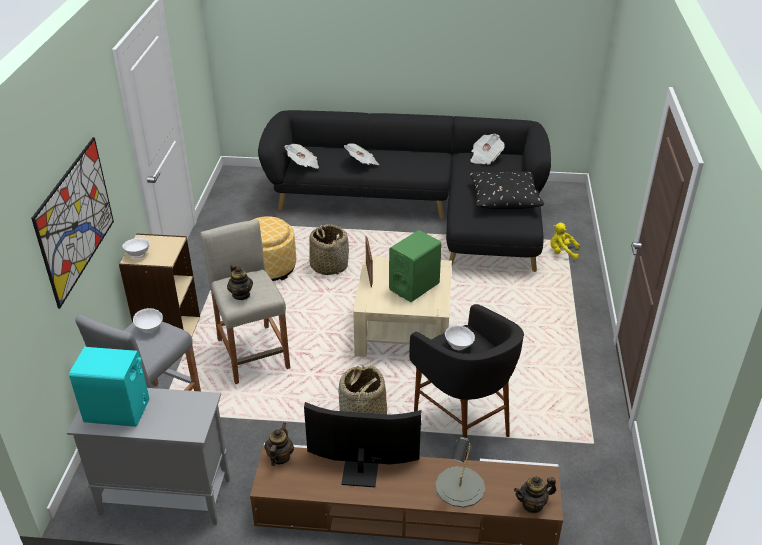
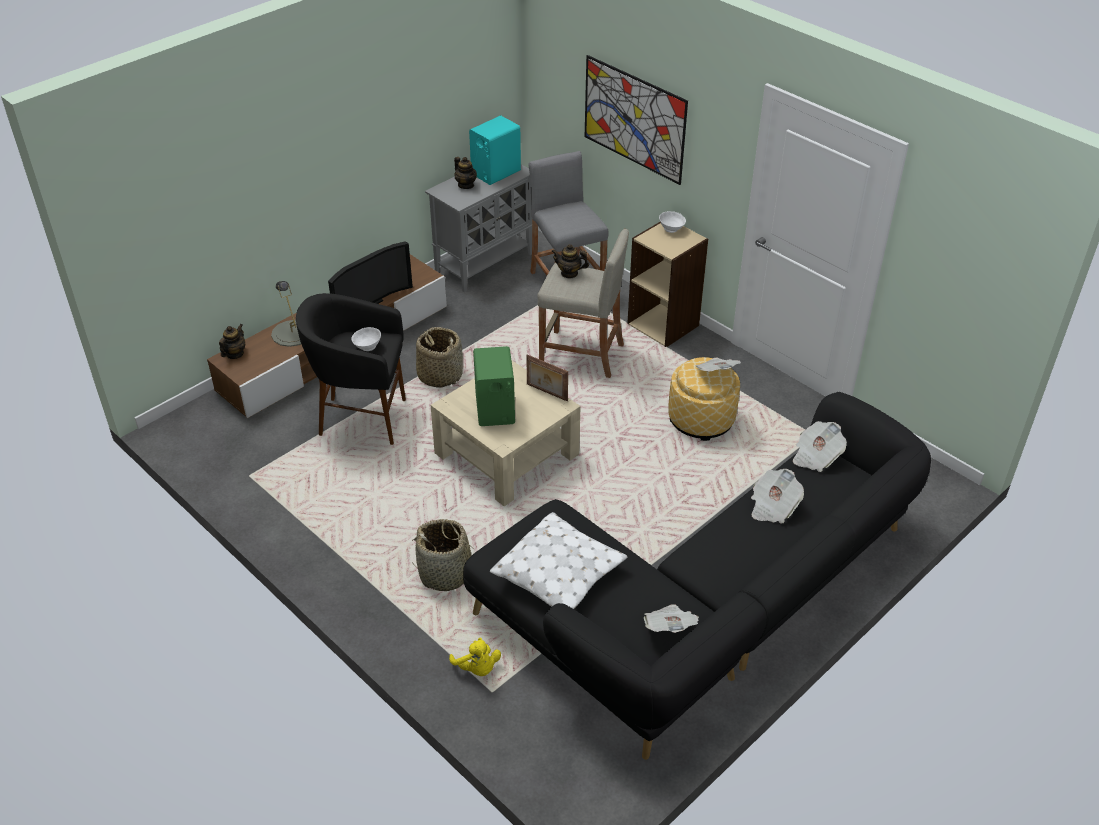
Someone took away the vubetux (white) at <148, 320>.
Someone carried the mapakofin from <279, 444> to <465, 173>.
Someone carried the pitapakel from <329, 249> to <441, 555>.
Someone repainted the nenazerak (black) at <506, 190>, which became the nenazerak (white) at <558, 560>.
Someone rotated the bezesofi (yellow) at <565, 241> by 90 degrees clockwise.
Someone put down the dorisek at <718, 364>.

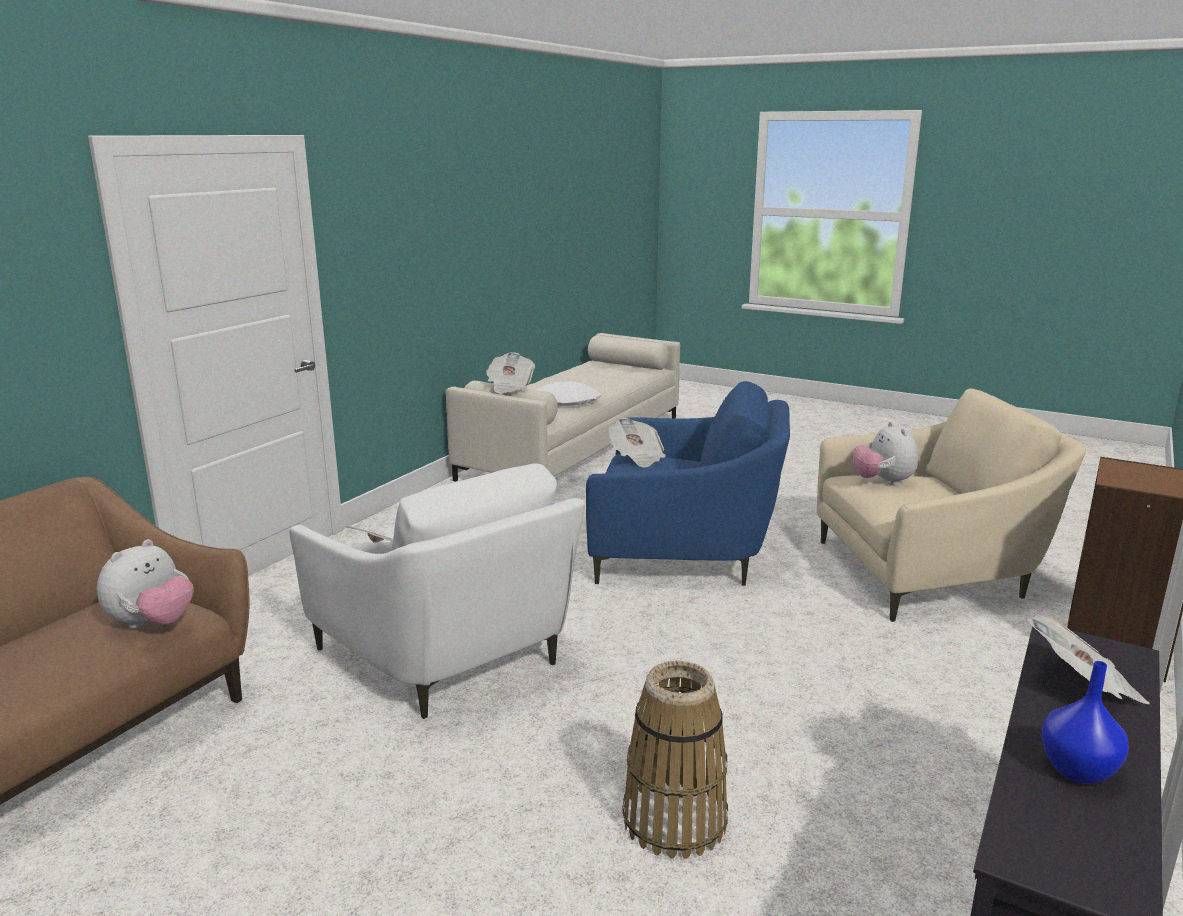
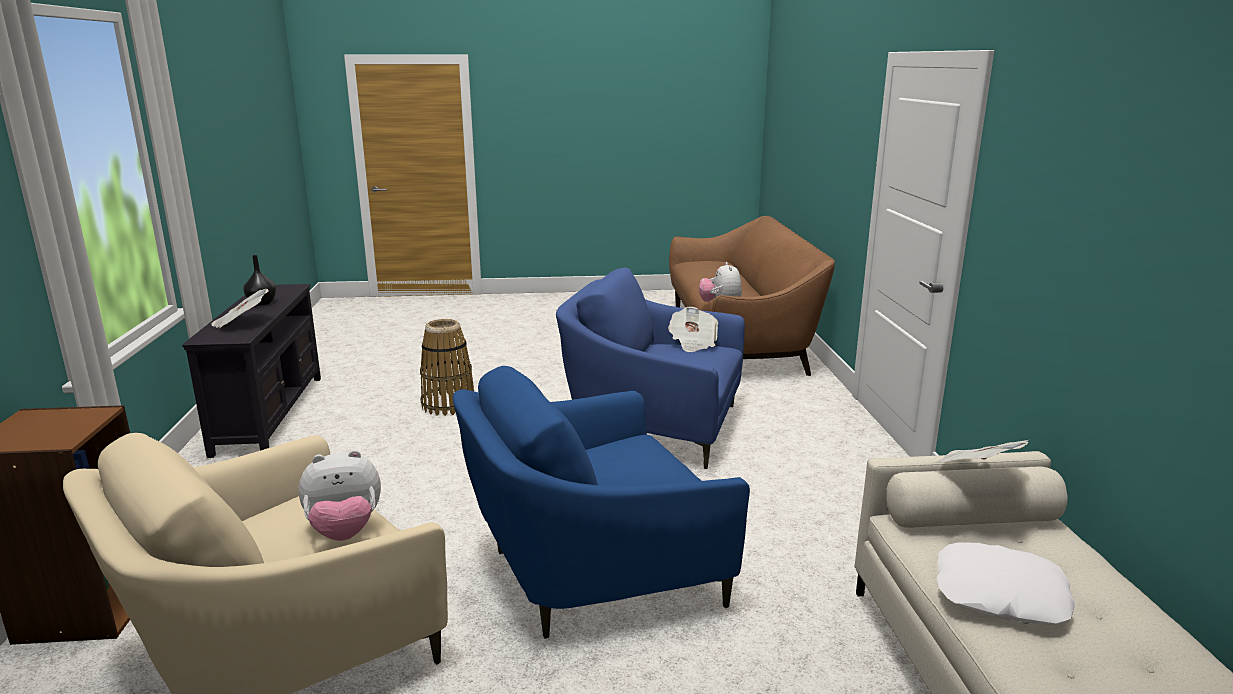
Someone repainted the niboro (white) at <437, 591>, which became the niboro (blue) at <650, 368>.
Someone took away the dorisek at <637, 443>.
Someone rotated the bezesofi at <885, 454> by 120 degrees clockwise.
Someone repainted the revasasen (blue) at <1085, 722>, which became the revasasen (black) at <259, 280>.

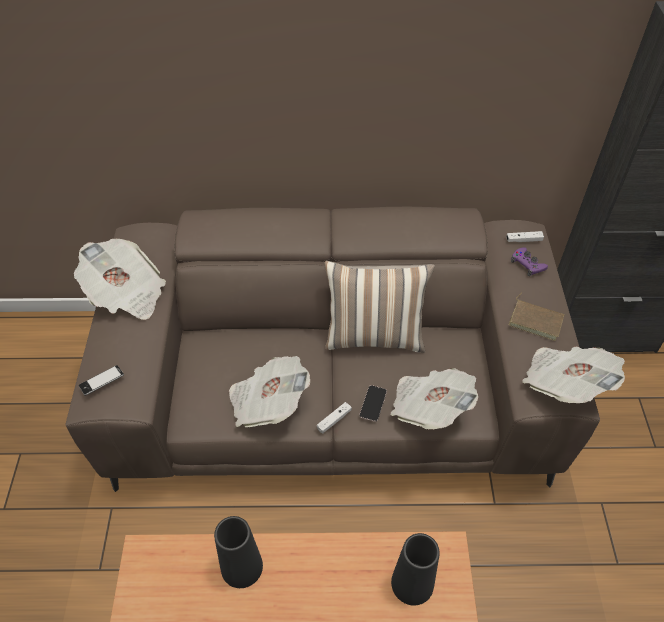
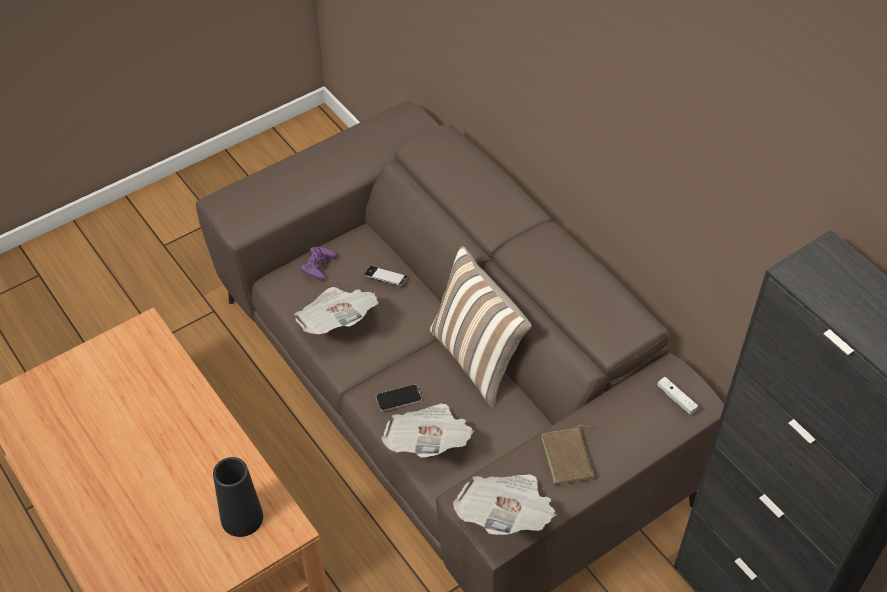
Someone took away the dorisek at <120, 279>.
Someone carried the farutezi from <101, 380> to <385, 276>.
Someone took away the revasasen (black) at <238, 552>.
Someone took away the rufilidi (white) at <334, 418>.
Someone carried the rufilidi (purple) from <529, 261> to <318, 264>.

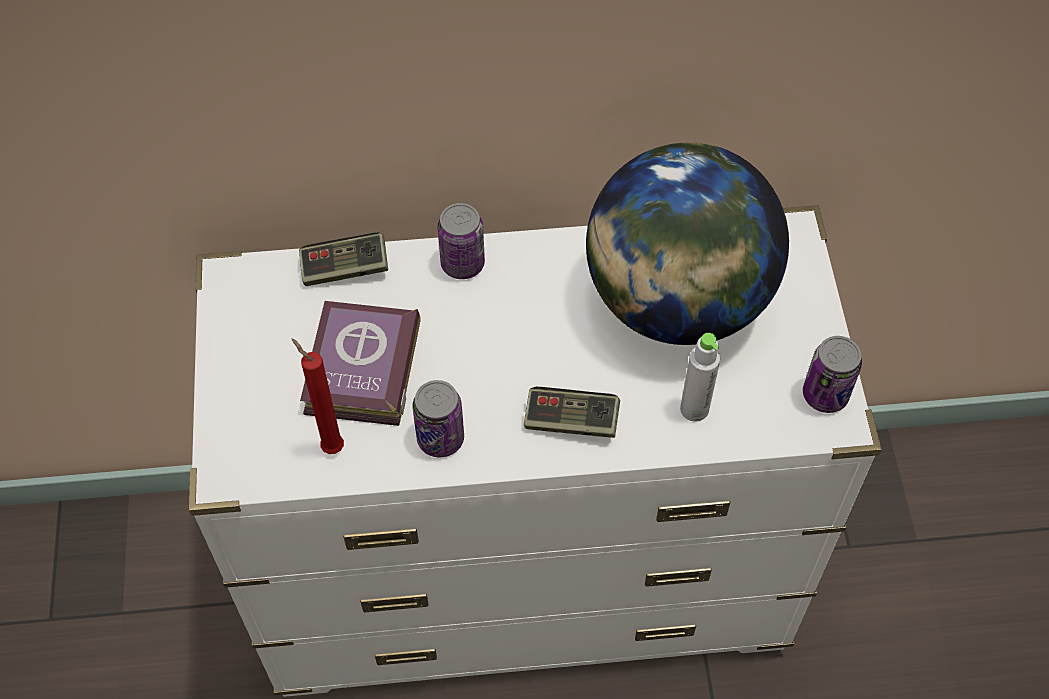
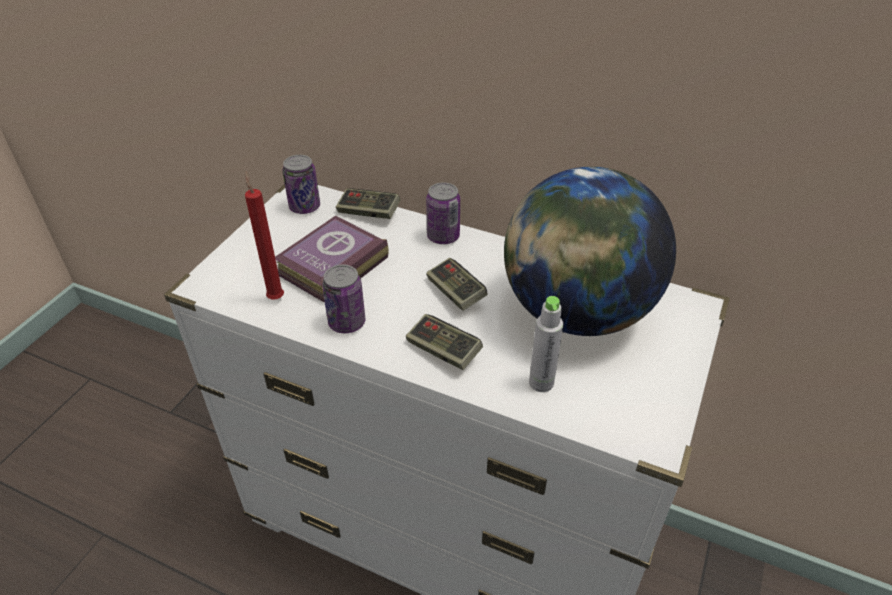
Someone carried the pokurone from <832, 374> to <301, 184>.
Someone put down the rufilidi at <456, 284>.

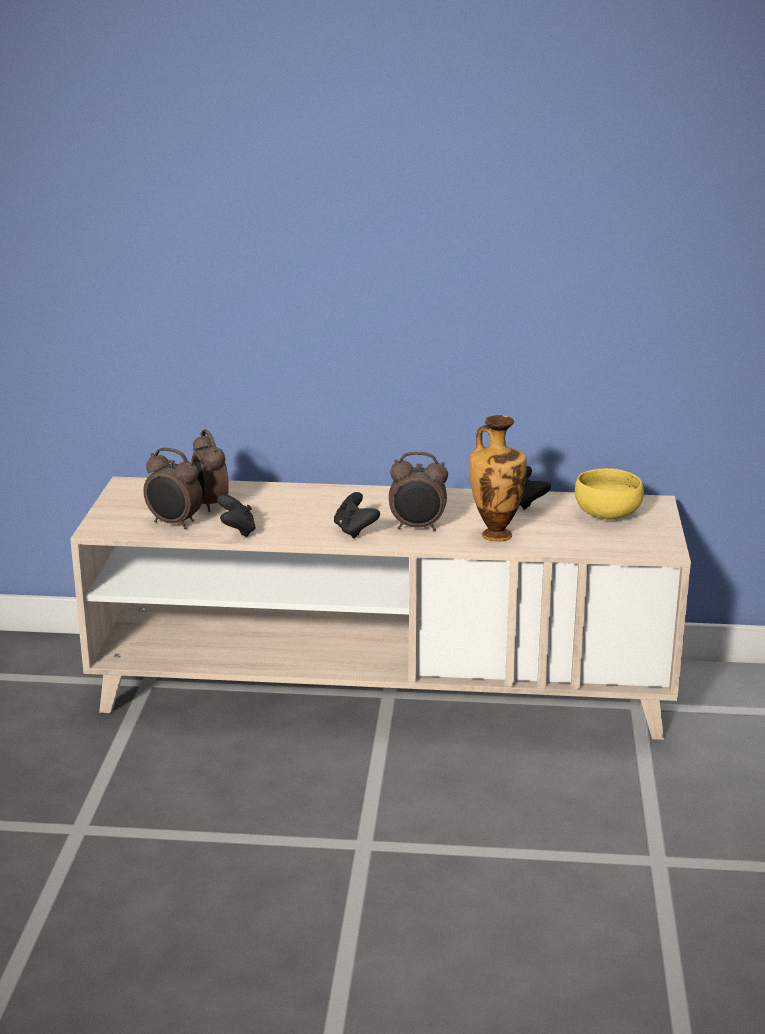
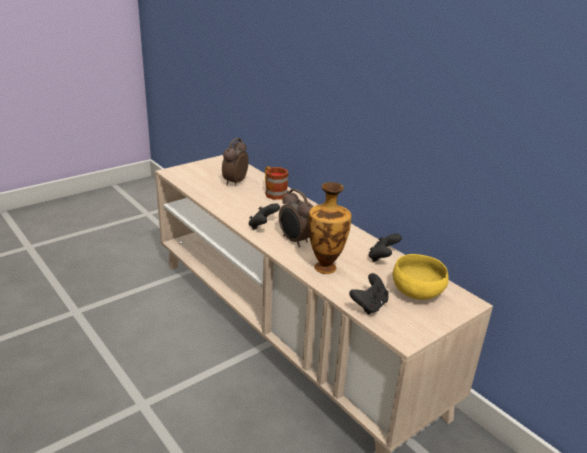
Someone took away the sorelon at <173, 488>.
Someone carried the rufilidi (black) from <236, 515> to <369, 294>.
Someone put down the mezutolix at <276, 183>.

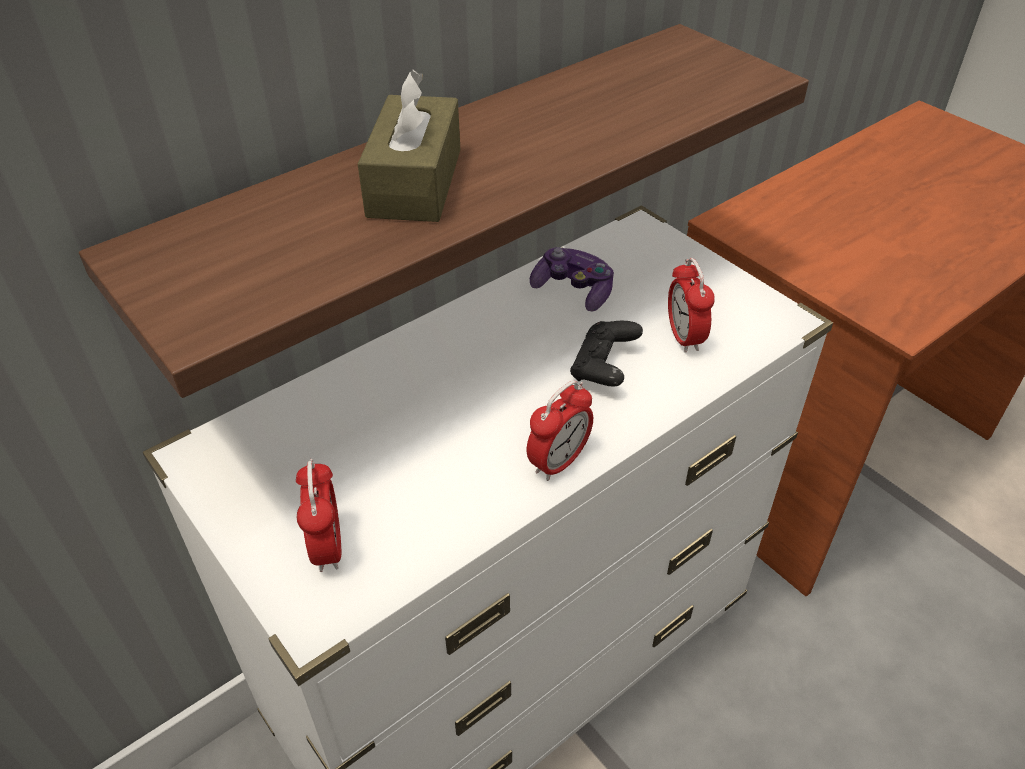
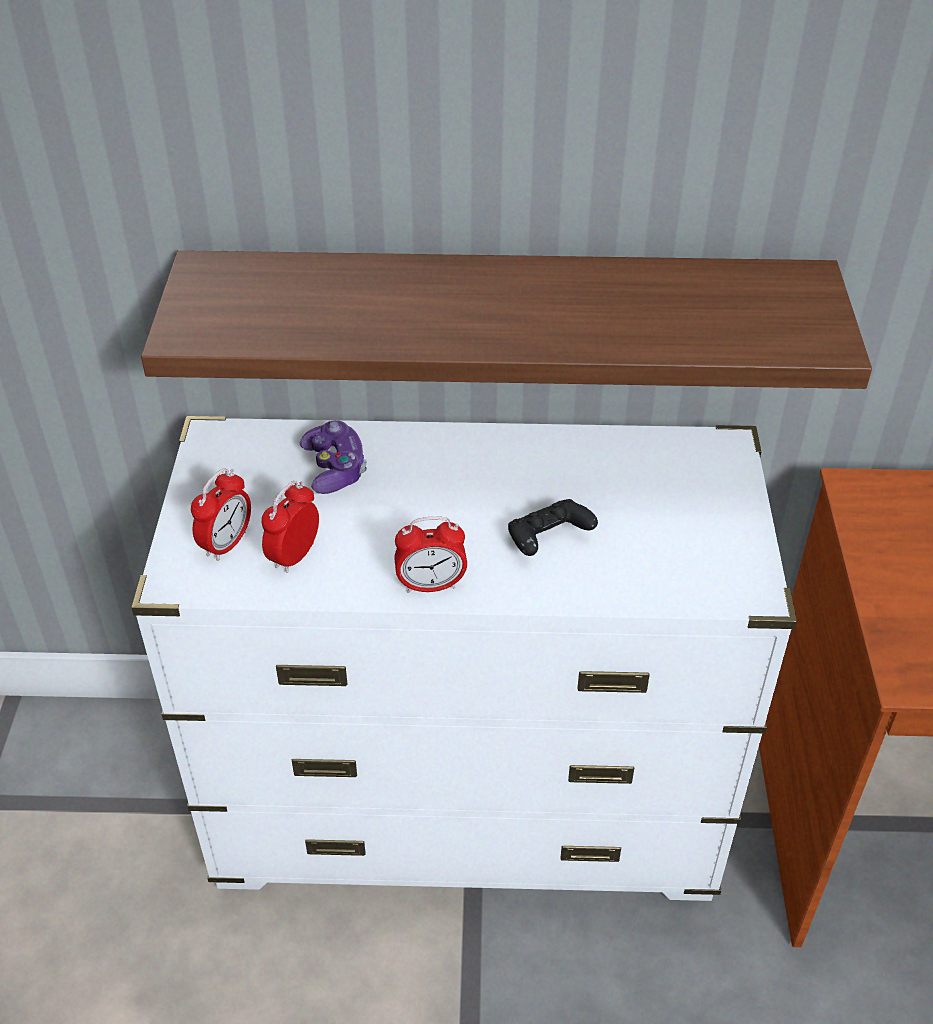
Someone took away the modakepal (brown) at <409, 146>.
Someone carried the rufilidi from <572, 279> to <333, 457>.
Someone carried the sorelon from <691, 305> to <290, 527>.

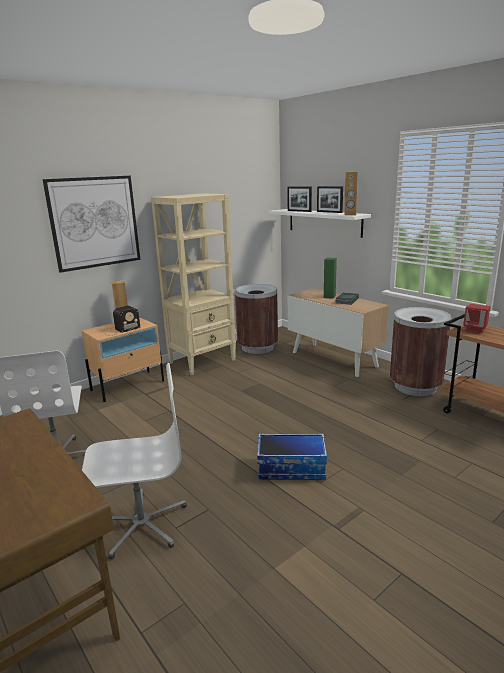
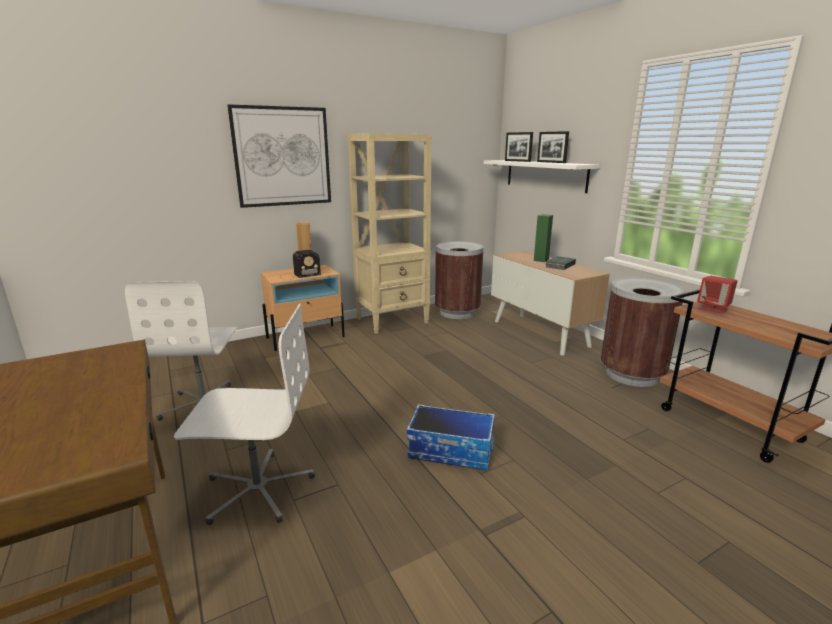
Someone took away the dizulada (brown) at <351, 193>.

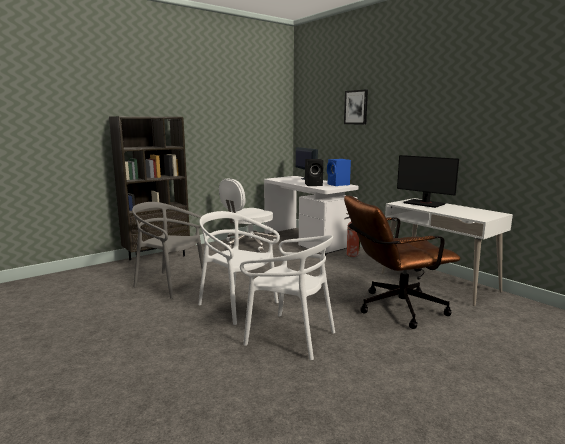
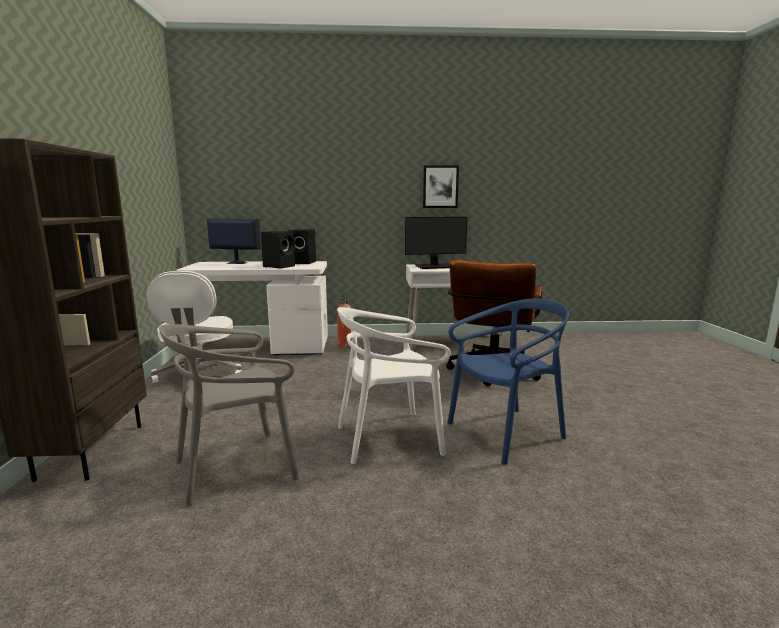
Someone repainted the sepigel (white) at <287, 297>, which became the sepigel (blue) at <508, 382>.
Someone repainted the dizulada (blue) at <339, 172>, which became the dizulada (black) at <302, 246>.
Someone carried the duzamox from <356, 106> to <441, 186>.

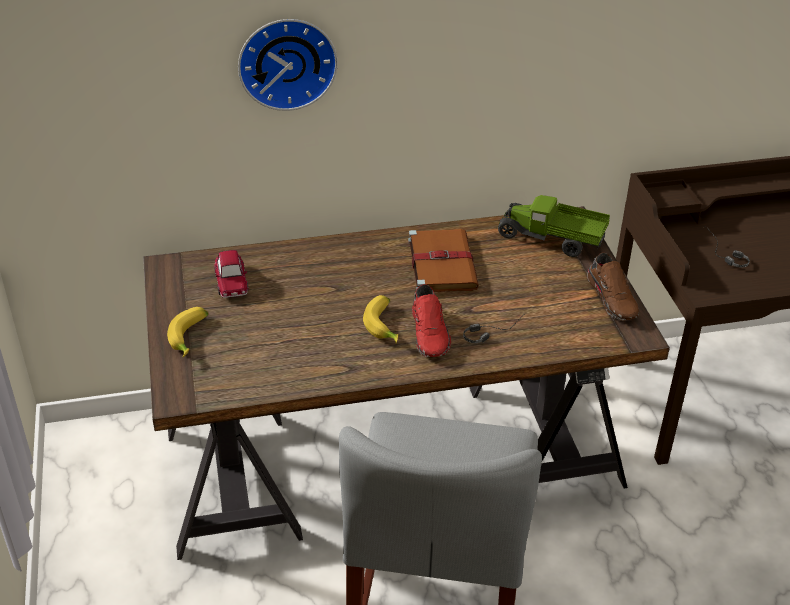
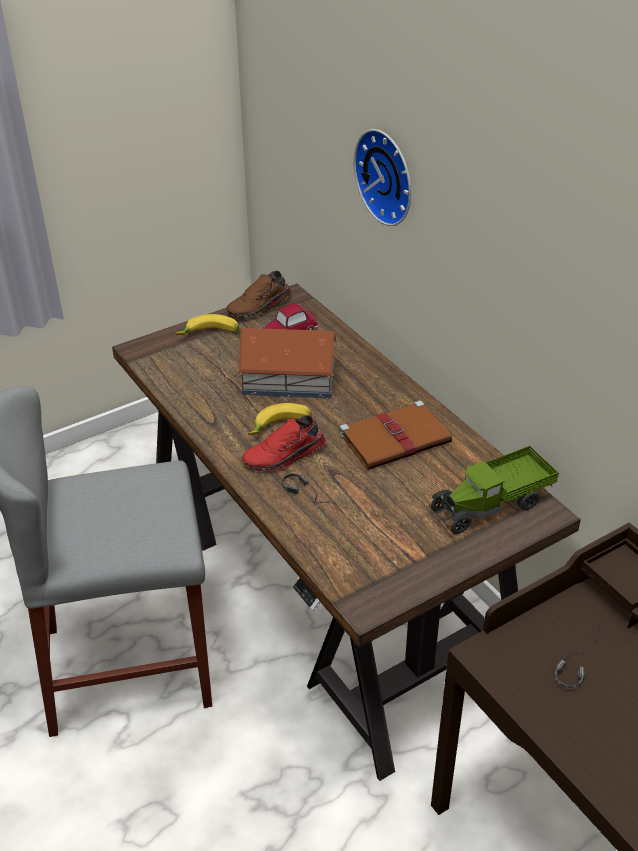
Someone rotated the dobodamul at <553, 226> by 120 degrees counterclockwise.
Someone carried the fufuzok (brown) from <613, 286> to <259, 295>.
Someone put down the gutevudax at <287, 363>.

